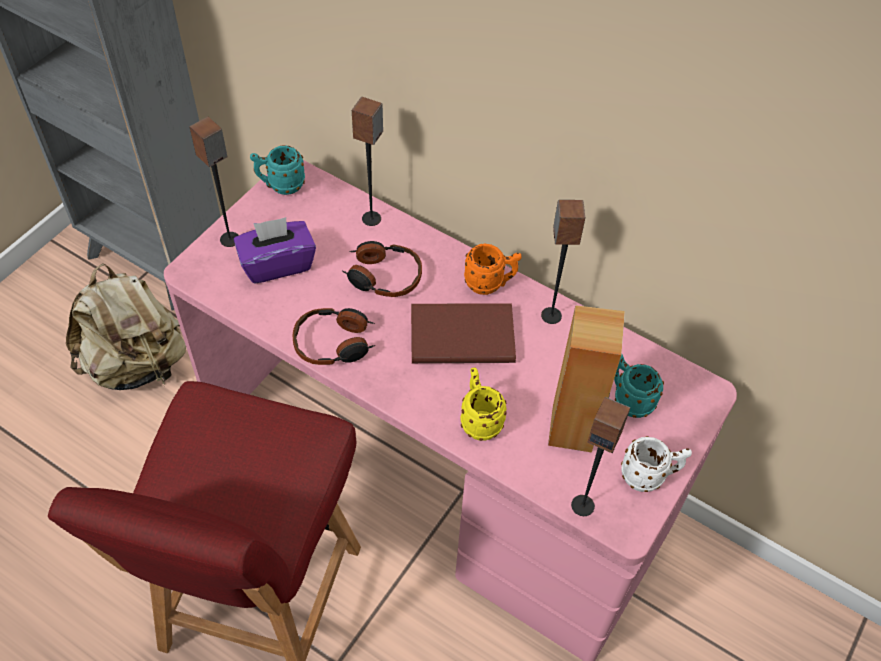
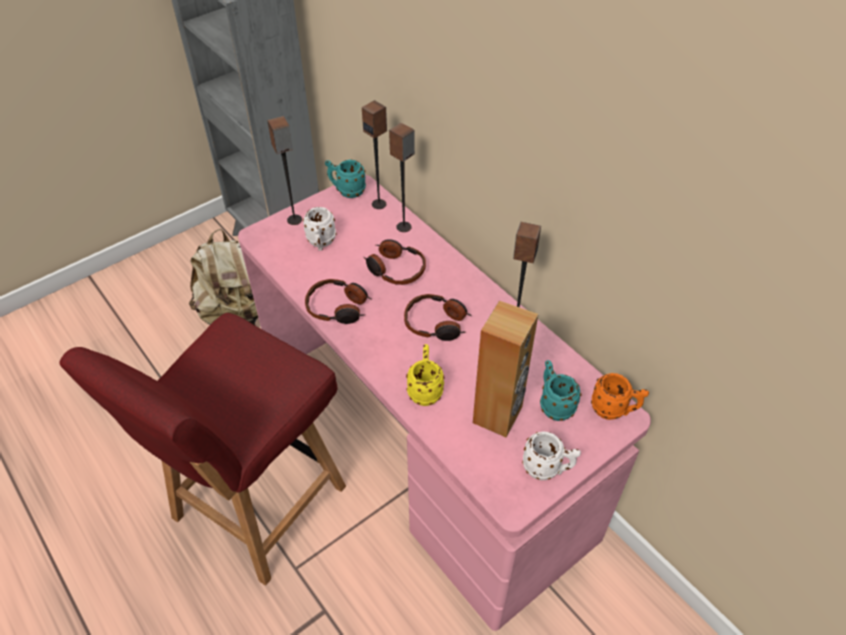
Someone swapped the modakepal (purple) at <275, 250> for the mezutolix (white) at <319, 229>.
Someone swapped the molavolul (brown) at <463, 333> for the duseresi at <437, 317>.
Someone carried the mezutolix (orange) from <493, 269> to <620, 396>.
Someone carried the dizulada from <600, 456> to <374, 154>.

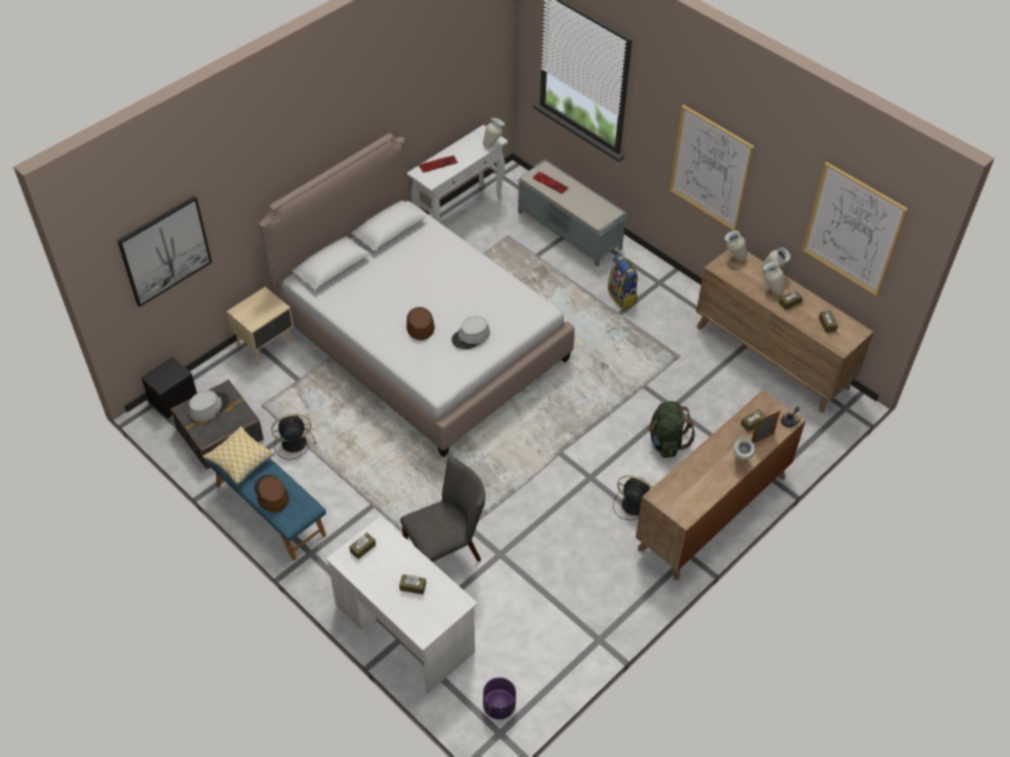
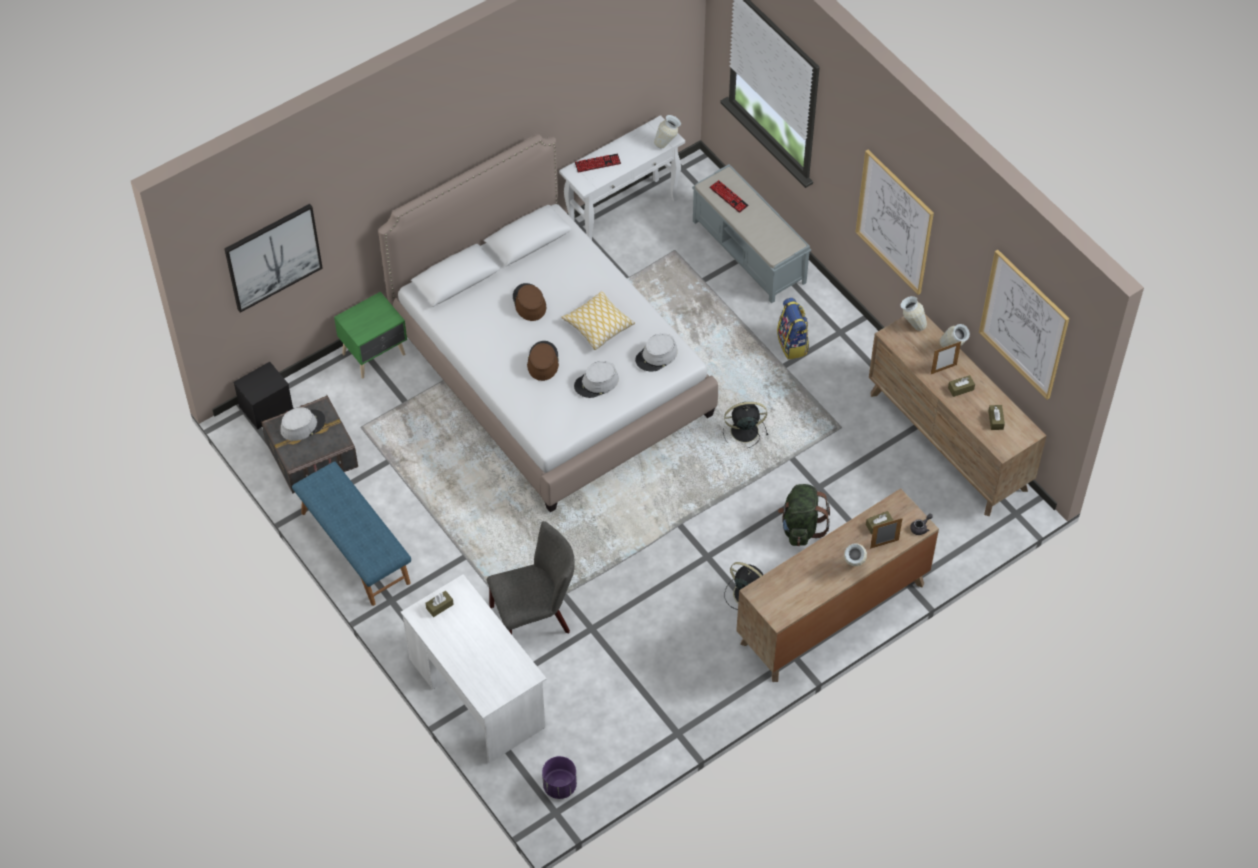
Someone carried the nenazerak from <239, 455> to <598, 320>.
Someone repainted the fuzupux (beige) at <260, 326>, which became the fuzupux (green) at <370, 335>.
Someone carried the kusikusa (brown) from <271, 493> to <529, 302>.
Someone carried the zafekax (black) from <293, 437> to <745, 425>.
Someone took away the modakepal (brown) at <412, 584>.
Someone swapped the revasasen at <773, 278> for the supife at <946, 357>.
Someone put down the kusikusa (grey) at <656, 352>.

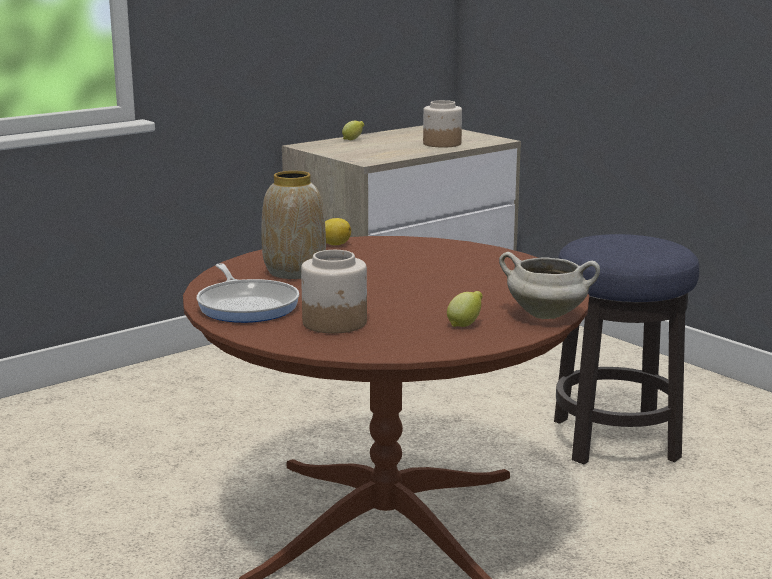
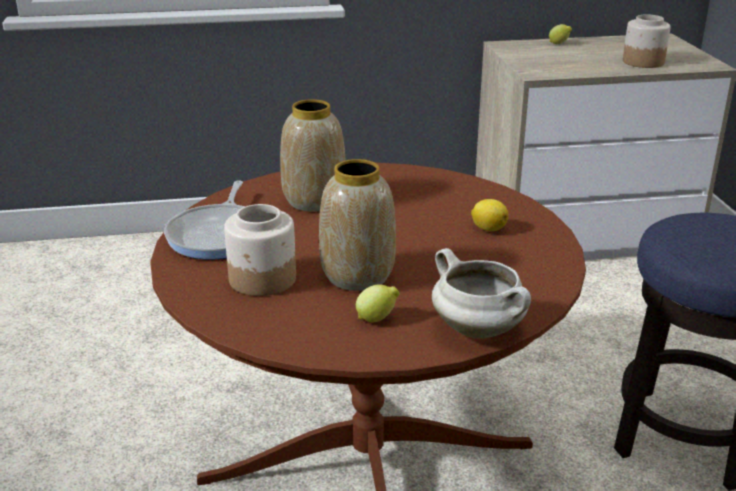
Someone carried the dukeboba from <338, 231> to <490, 215>.
Someone put down the revasasen at <357, 225>.

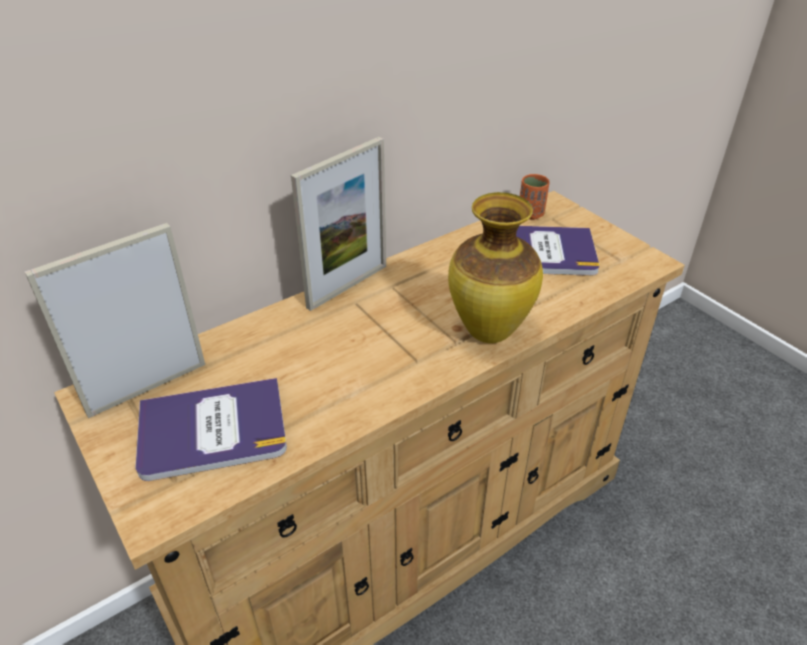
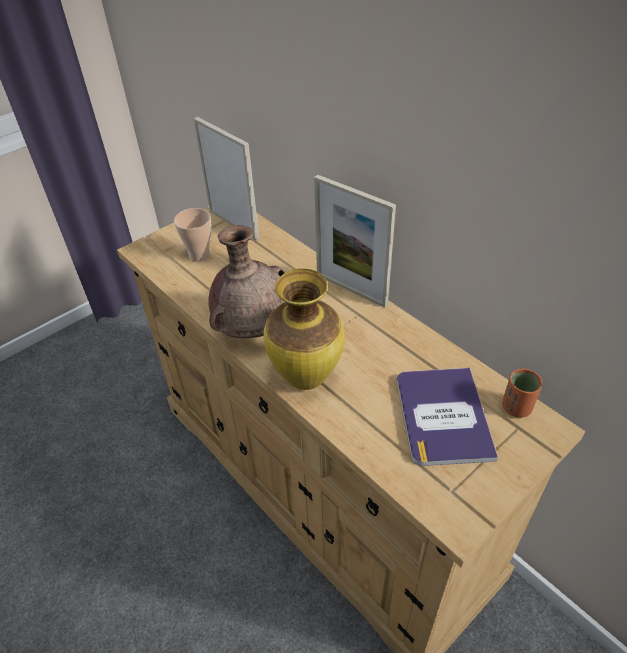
Someone swapped the molavolul at <211, 429> for the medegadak at <192, 235>.
Someone put down the revasasen (brown) at <246, 281>.

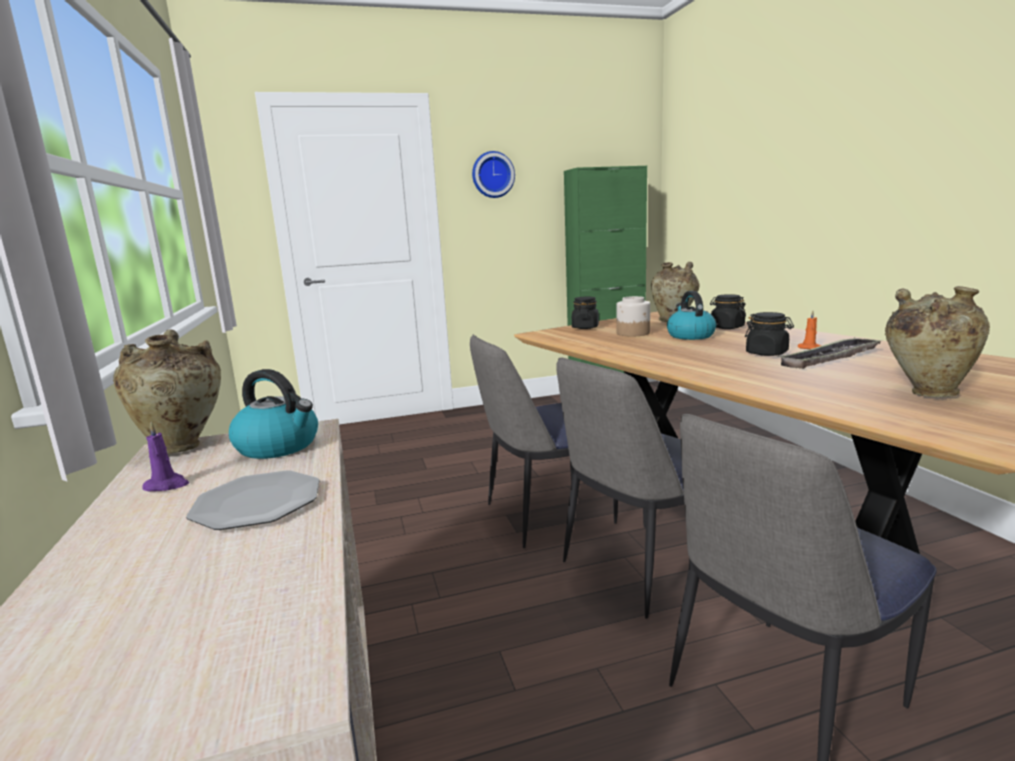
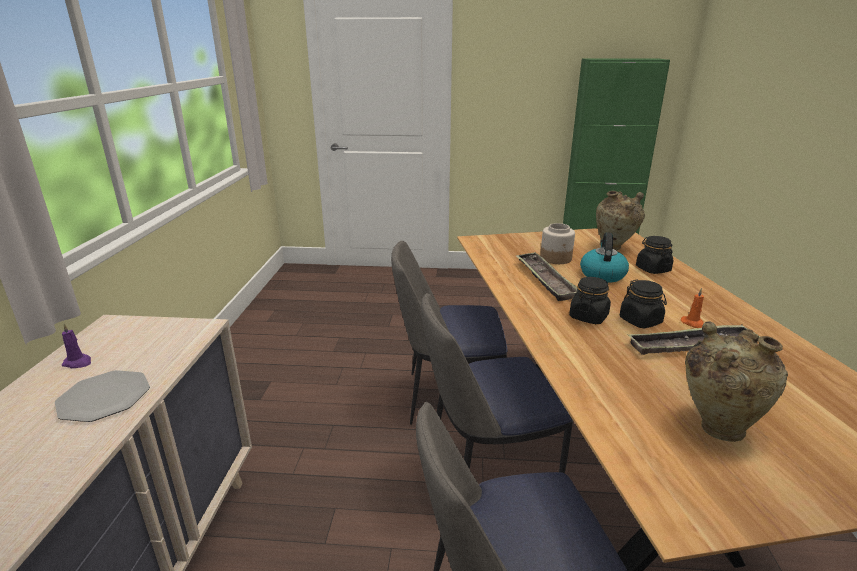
Someone took away the revasasen (beige) at <167, 391>.
Someone took away the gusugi at <273, 414>.
Someone took away the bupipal at <493, 174>.
Someone carried the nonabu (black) from <585, 313> to <590, 300>.
Someone put down the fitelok at <546, 276>.

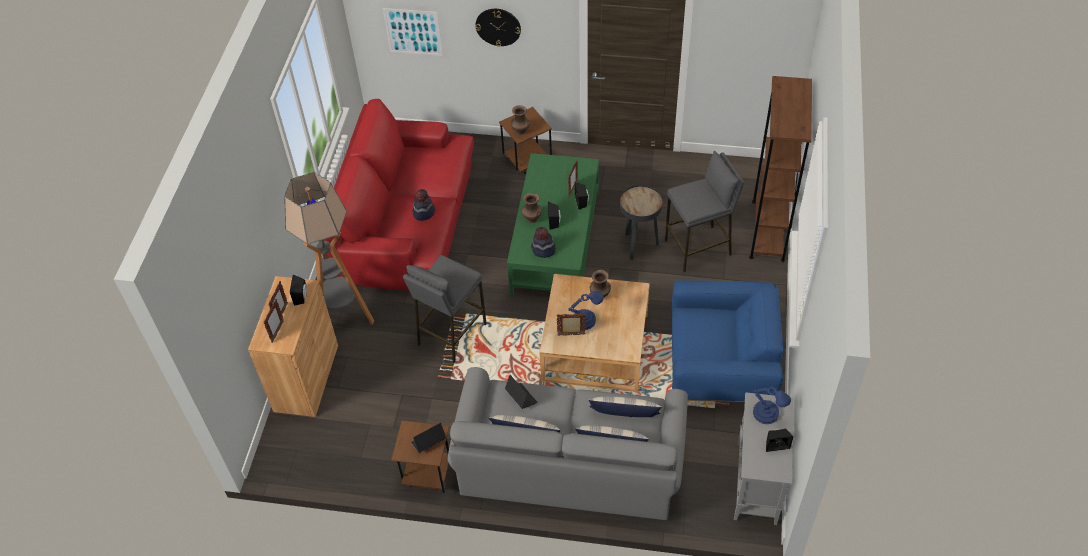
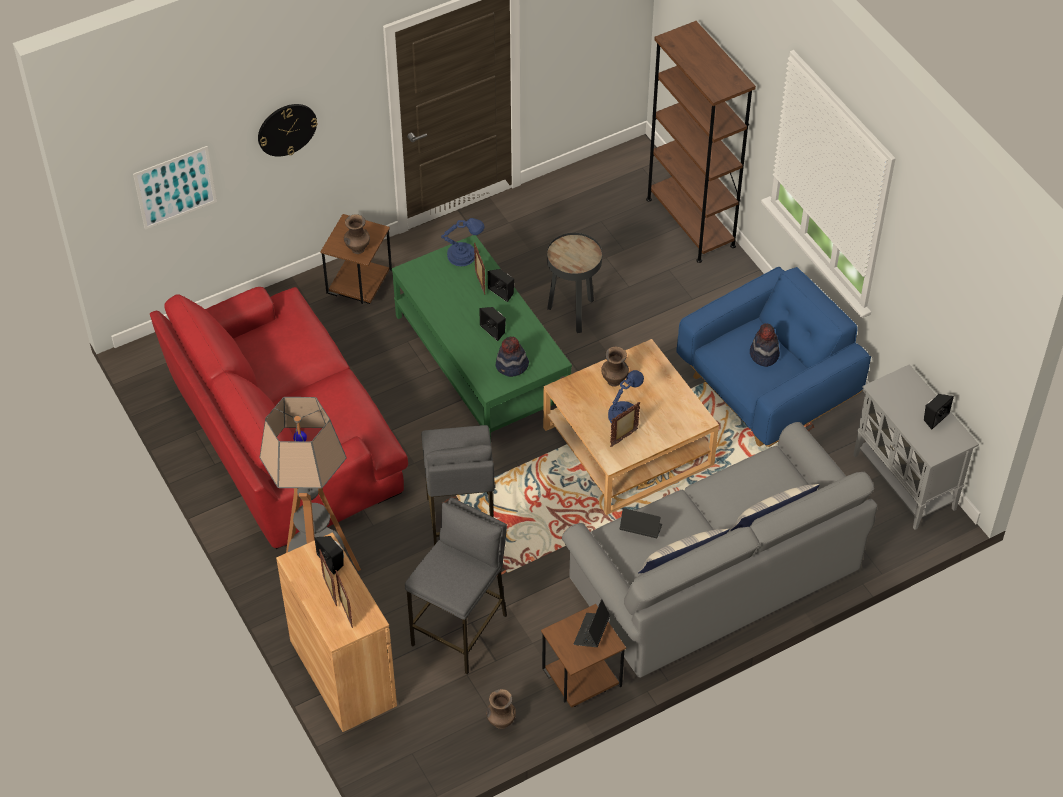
Someone carried the kusikusa from <423, 205> to <765, 345>.
Someone carried the revasasen (brown) from <532, 208> to <501, 709>.
Someone took away the nenazerak at <625, 407>.
Someone carried the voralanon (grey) from <704, 211> to <456, 585>.
Someone carried the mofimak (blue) from <772, 405> to <462, 242>.

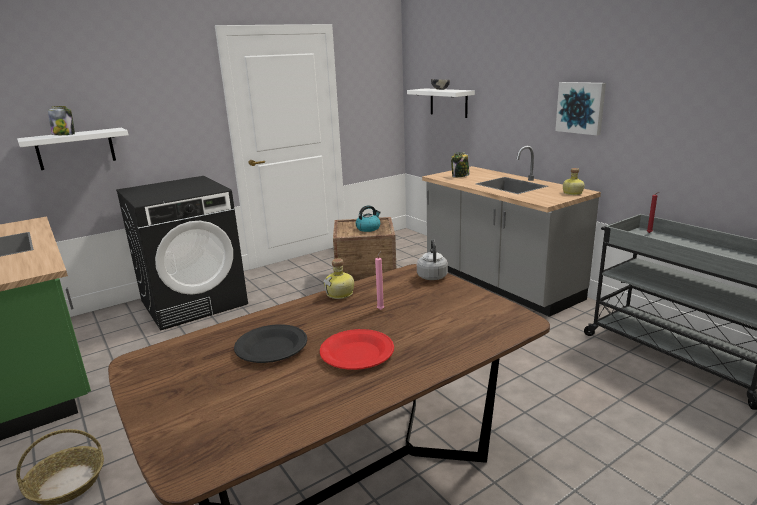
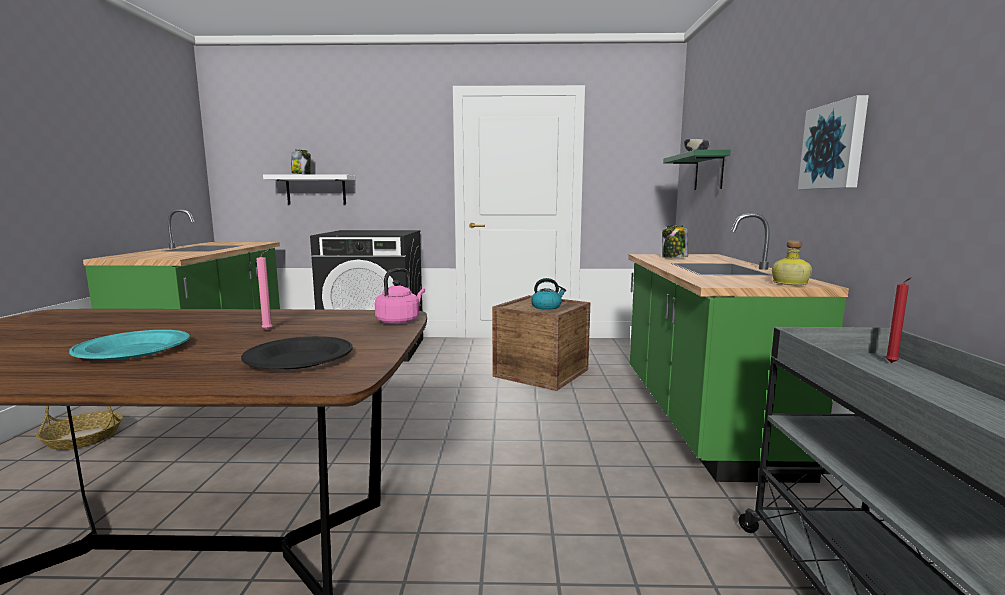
Someone carried the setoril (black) from <270, 343> to <297, 352>.
Someone repainted the setoril (red) at <357, 349>, which became the setoril (turquoise) at <129, 345>.
Someone took away the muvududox at <339, 278>.
Someone repainted the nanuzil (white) at <441, 103>, which became the nanuzil (green) at <696, 170>.
Someone repainted the gusugi (grey) at <432, 259>, which became the gusugi (pink) at <400, 296>.
Someone repainted the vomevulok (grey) at <511, 231>, which became the vomevulok (green) at <738, 348>.

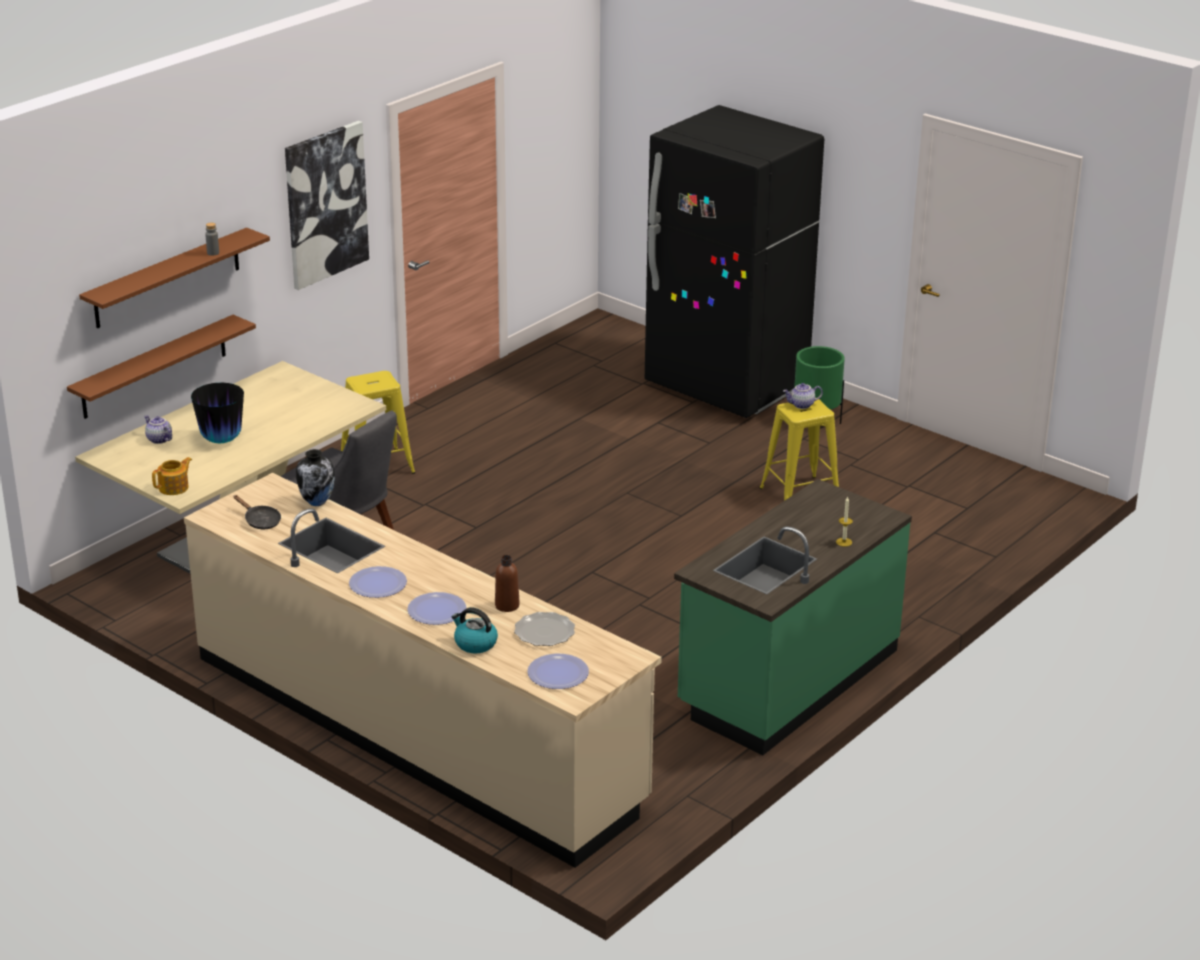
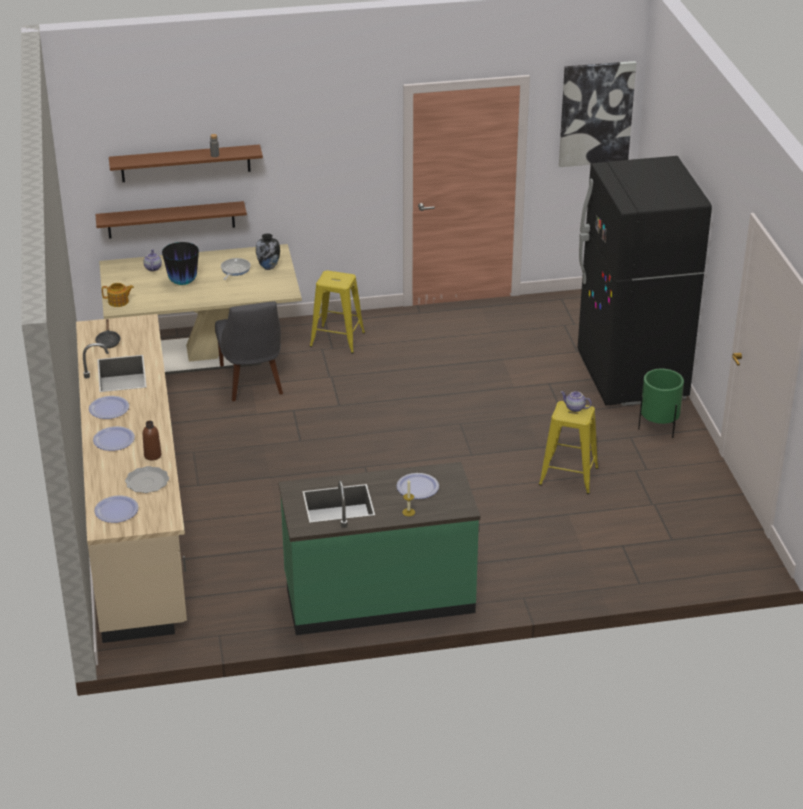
Someone carried the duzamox from <327, 205> to <597, 114>.
Someone carried the revasasen from <315, 477> to <268, 251>.
Someone took away the gusugi at <474, 630>.
Someone put down the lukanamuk at <236, 269>.
Someone put down the setoril at <417, 486>.

